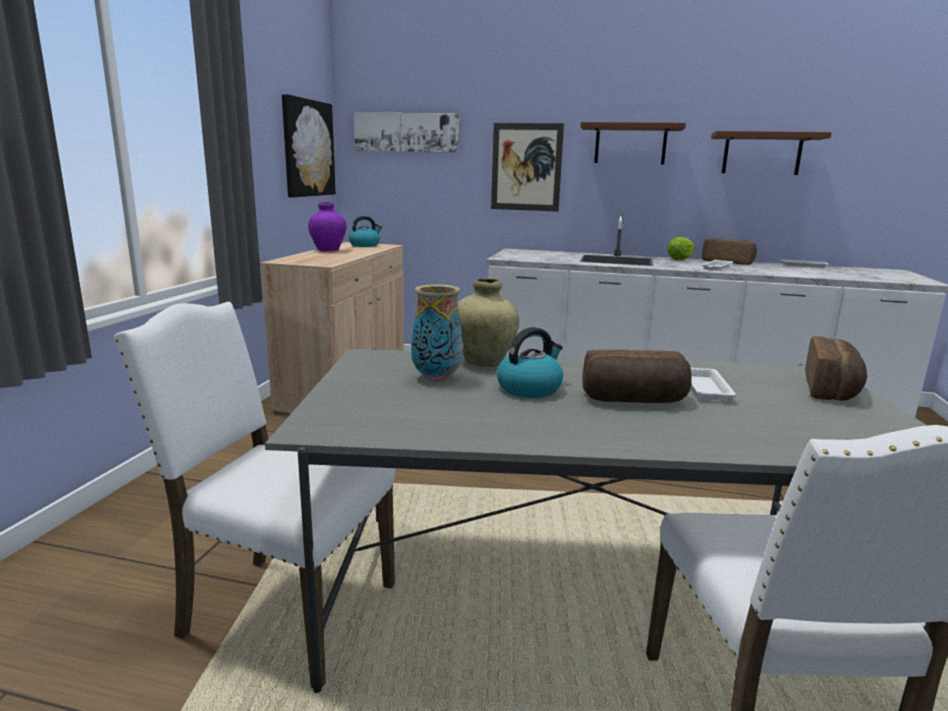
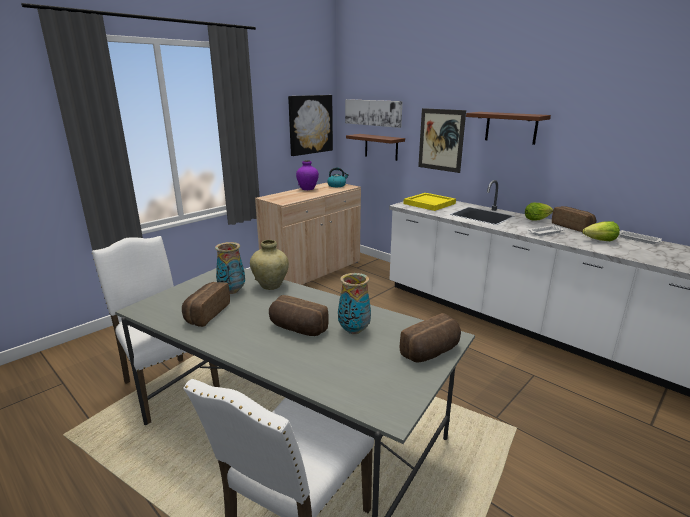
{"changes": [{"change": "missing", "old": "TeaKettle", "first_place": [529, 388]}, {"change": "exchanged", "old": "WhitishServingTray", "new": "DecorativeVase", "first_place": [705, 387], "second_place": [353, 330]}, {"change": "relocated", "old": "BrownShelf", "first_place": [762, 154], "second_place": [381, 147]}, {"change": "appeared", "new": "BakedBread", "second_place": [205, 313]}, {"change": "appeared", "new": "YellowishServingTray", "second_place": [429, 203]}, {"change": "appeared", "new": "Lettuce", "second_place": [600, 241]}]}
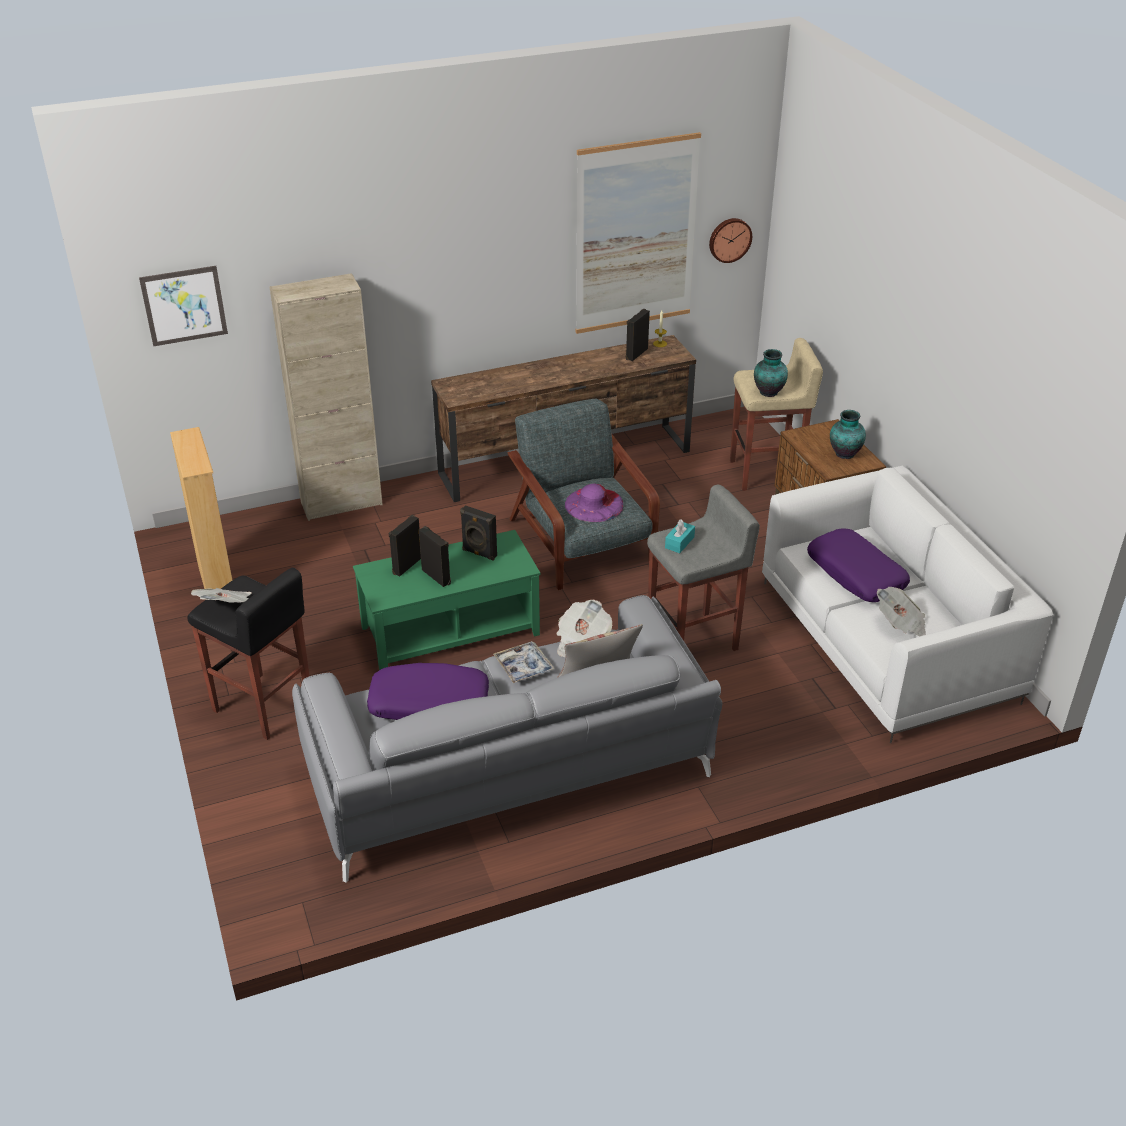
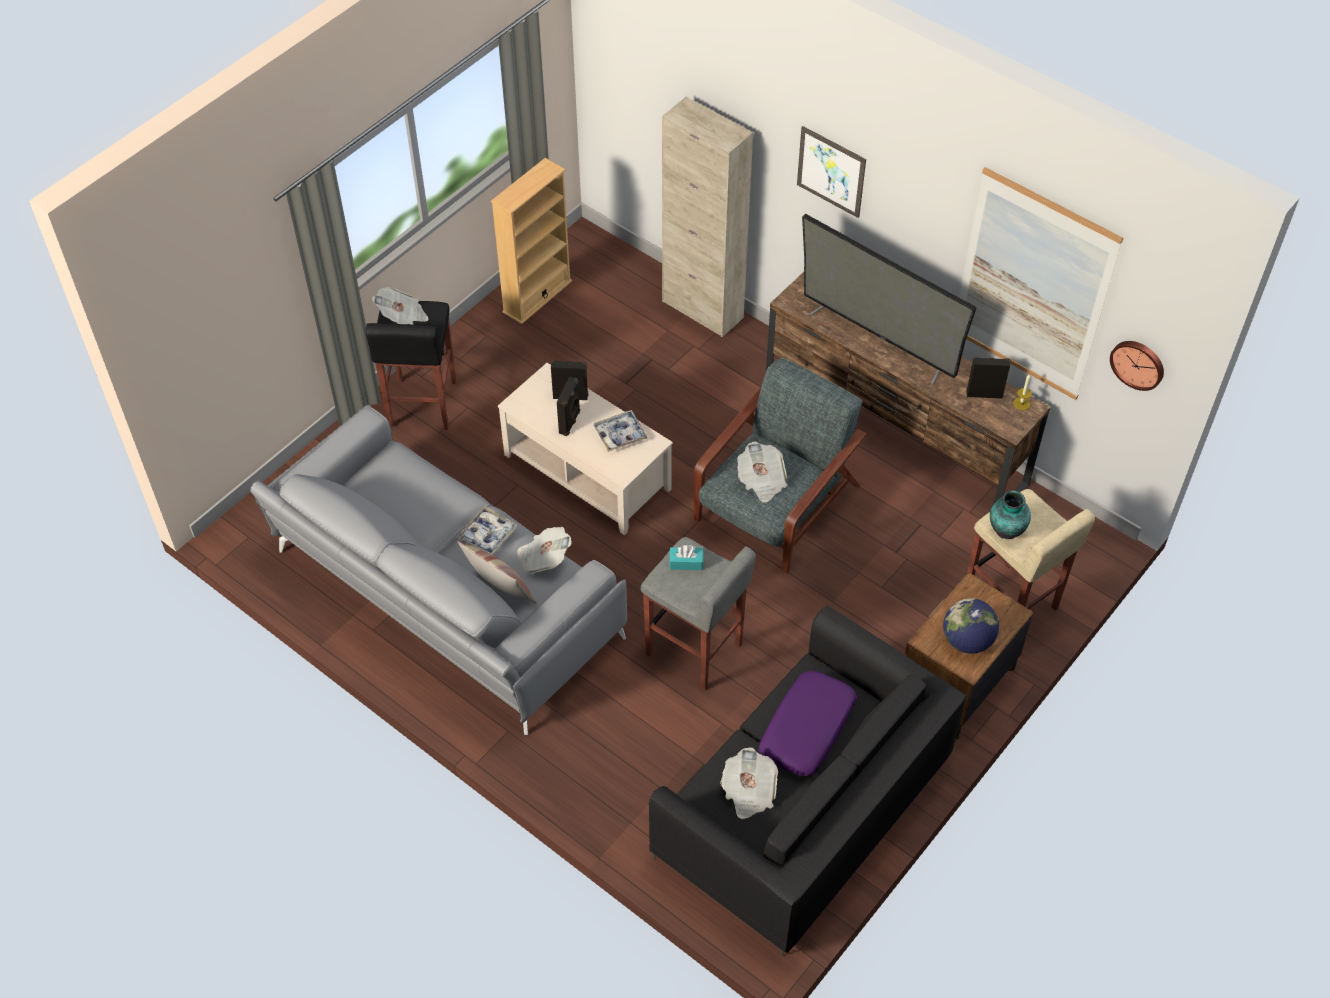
{"changes": [{"change": "relocated", "old": "WallArt", "first_place": [184, 305], "second_place": [831, 171]}, {"change": "colour", "old": "GreenCoffeeTable", "new": "SandColouredCoffeeTable", "first_place": [450, 631], "second_place": [586, 472]}, {"change": "missing", "old": "PurpleThrowPillow", "first_place": [429, 704]}, {"change": "exchanged", "old": "BlackColouredAudioSpeaker", "new": "ServingTray", "first_place": [479, 553], "second_place": [620, 434]}, {"change": "exchanged", "old": "PurpleHat", "new": "Newspaper", "first_place": [594, 504], "second_place": [761, 481]}, {"change": "colour", "old": "WhitishSofa", "new": "BlackColouredSofa", "first_place": [888, 641], "second_place": [803, 808]}, {"change": "exchanged", "old": "DecorativeVase", "new": "WorldGlobe", "first_place": [844, 454], "second_place": [967, 641]}, {"change": "appeared", "new": "Tv", "second_place": [878, 339]}]}
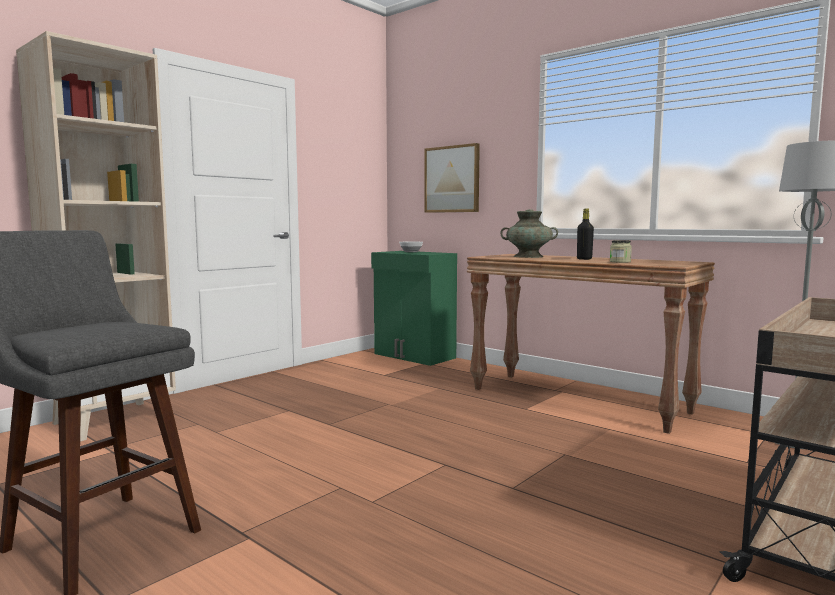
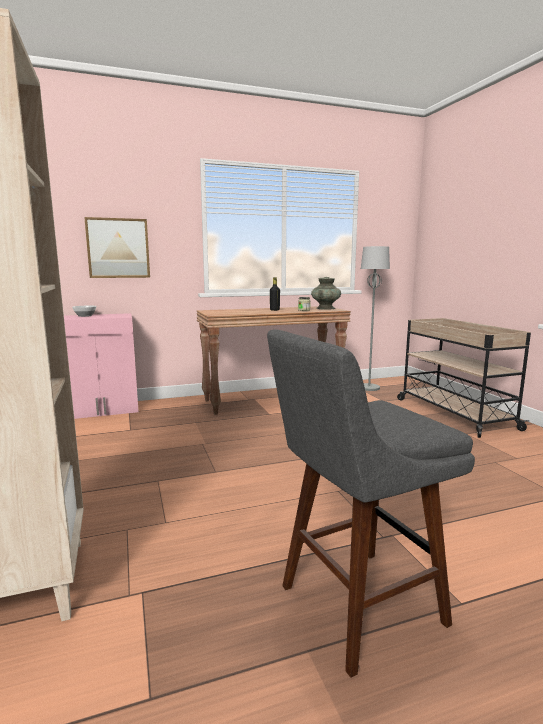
{"changes": [{"change": "colour", "old": "GreenStorageCabinet", "new": "PinkishStorageCabinet", "first_place": [414, 356], "second_place": [103, 410]}, {"change": "relocated", "old": "BlueGreenDecorativeVase", "first_place": [528, 256], "second_place": [325, 308]}]}
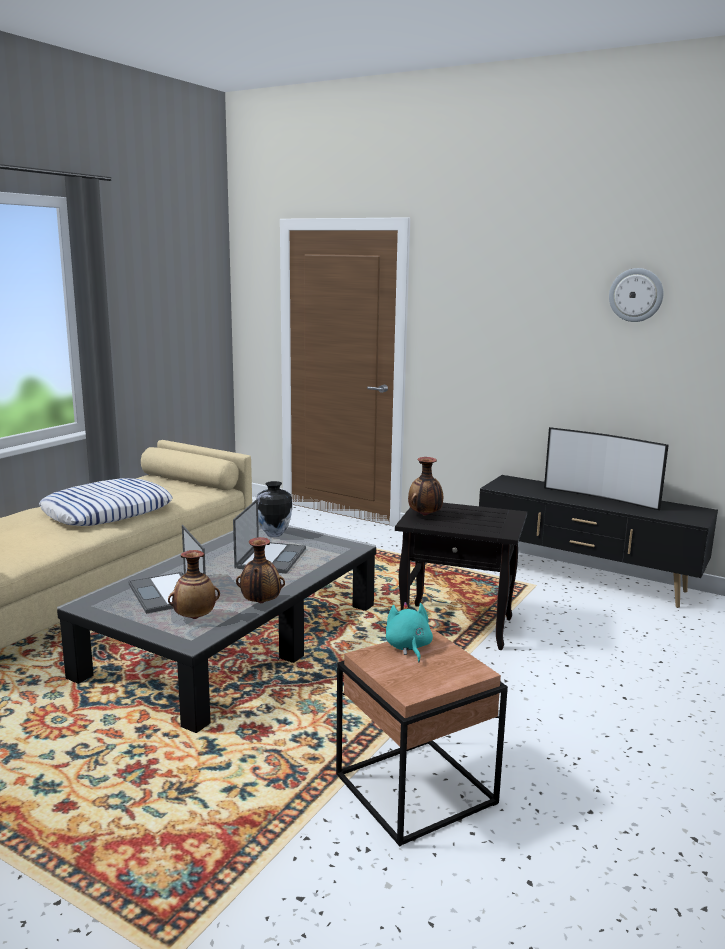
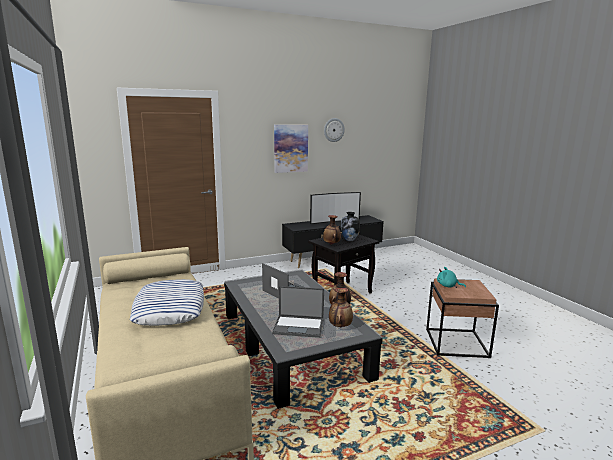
{"changes": [{"change": "relocated", "old": "DecorativeVase", "first_place": [274, 534], "second_place": [349, 240]}, {"change": "appeared", "new": "WallArt", "second_place": [290, 148]}]}
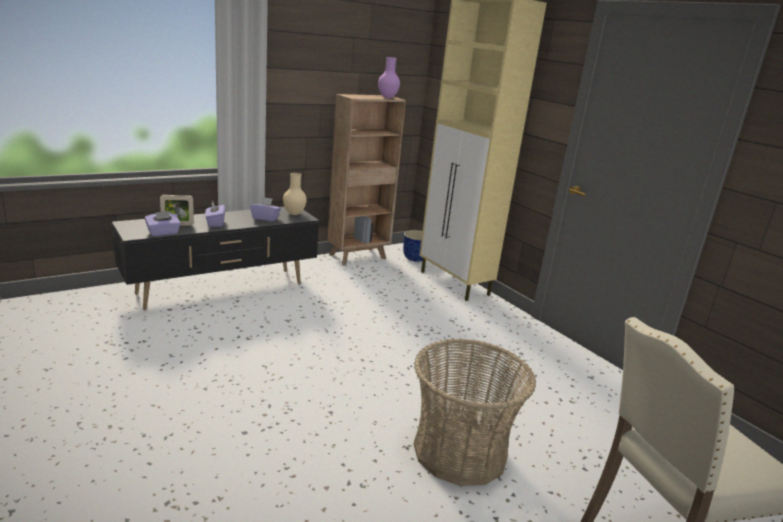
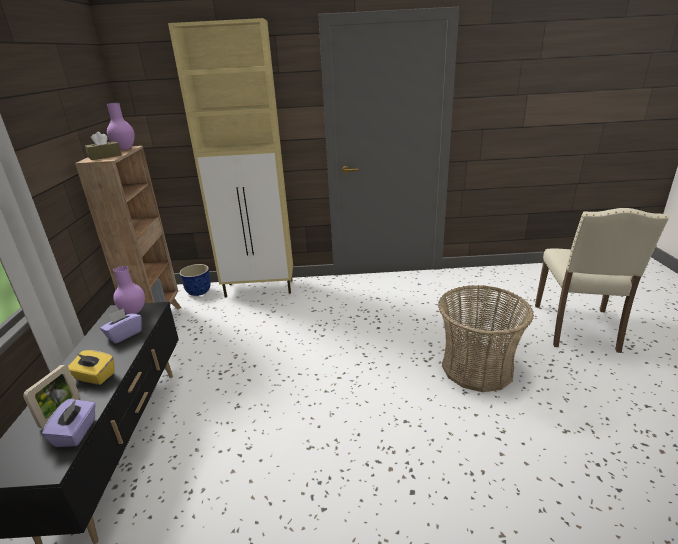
{"changes": [{"change": "colour", "old": "PurpleTissueHolder", "new": "YellowishTissueHolder", "first_place": [215, 223], "second_place": [95, 377]}, {"change": "colour", "old": "SandColouredDecorativeVase", "new": "PurpleDecorativeVase", "first_place": [294, 214], "second_place": [134, 312]}, {"change": "appeared", "new": "BrownTissueHolder", "second_place": [105, 156]}]}
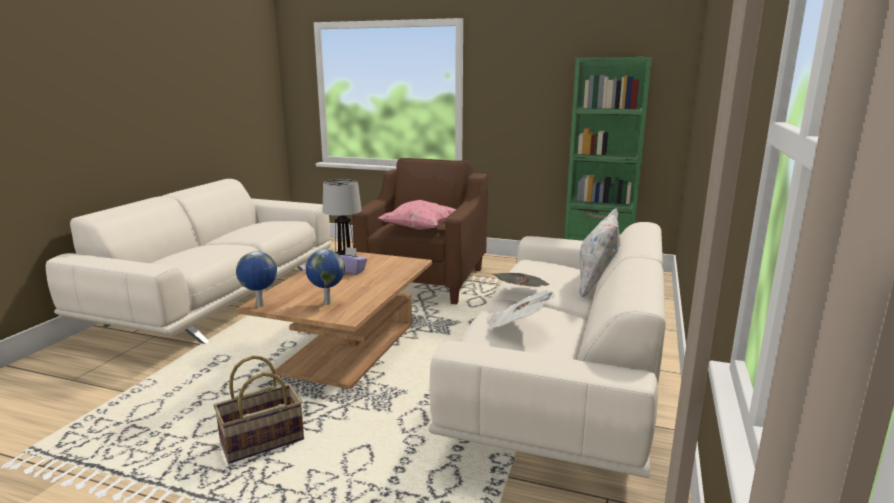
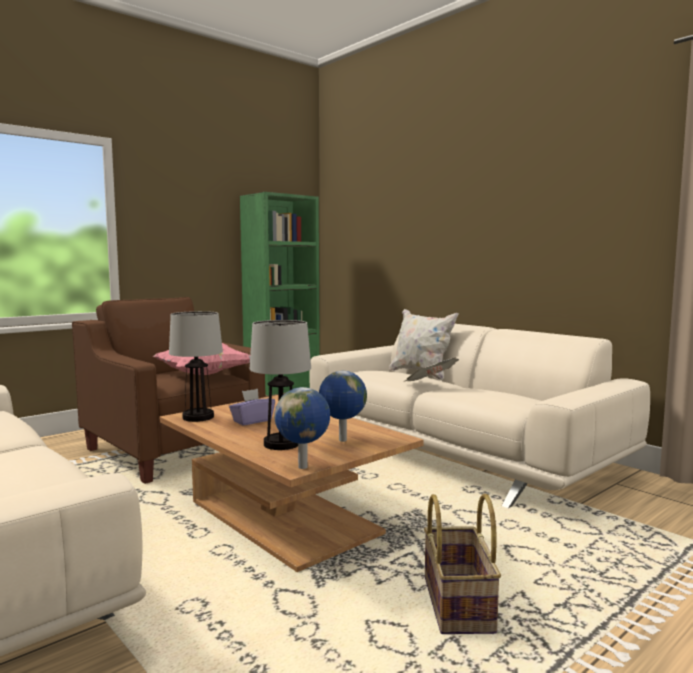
{"changes": [{"change": "missing", "old": "Newspaper", "first_place": [516, 326]}, {"change": "appeared", "new": "TabletopLamp", "second_place": [282, 444]}]}
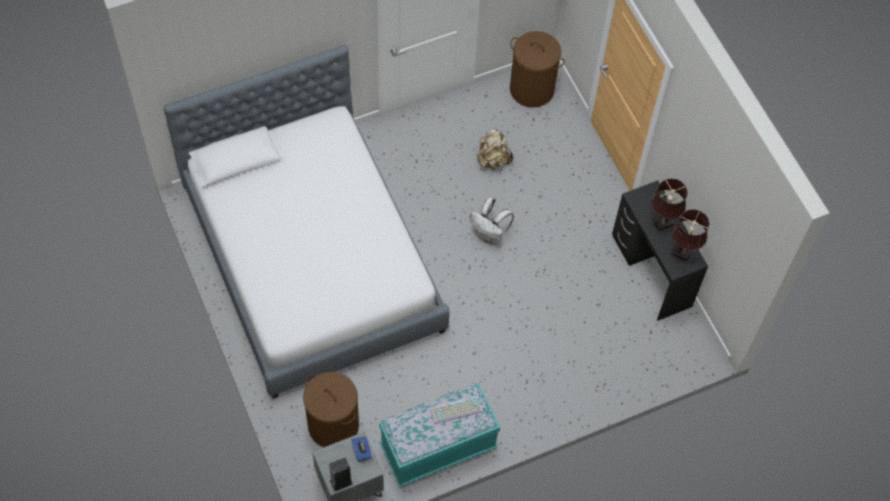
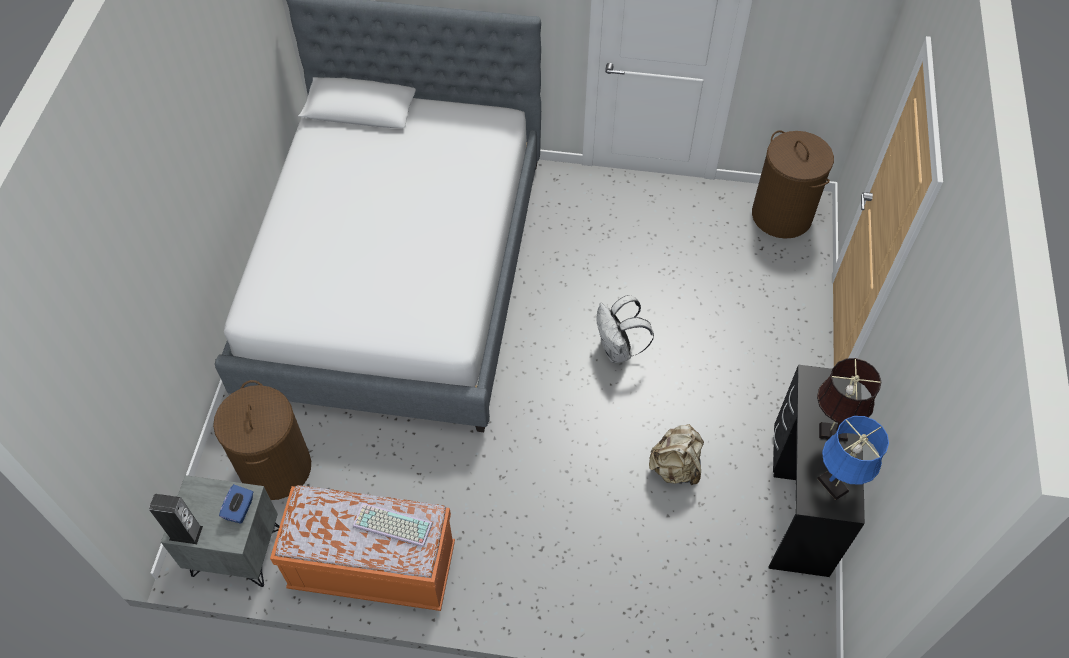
{"changes": [{"change": "colour", "old": "BlueGreenBench", "new": "OrangeColouredBench", "first_place": [438, 448], "second_place": [373, 568]}, {"change": "relocated", "old": "SandColouredRucksack", "first_place": [493, 159], "second_place": [675, 467]}, {"change": "colour", "old": "BrownTabletopLamp", "new": "BlueTabletopLamp", "first_place": [682, 255], "second_place": [834, 487]}]}
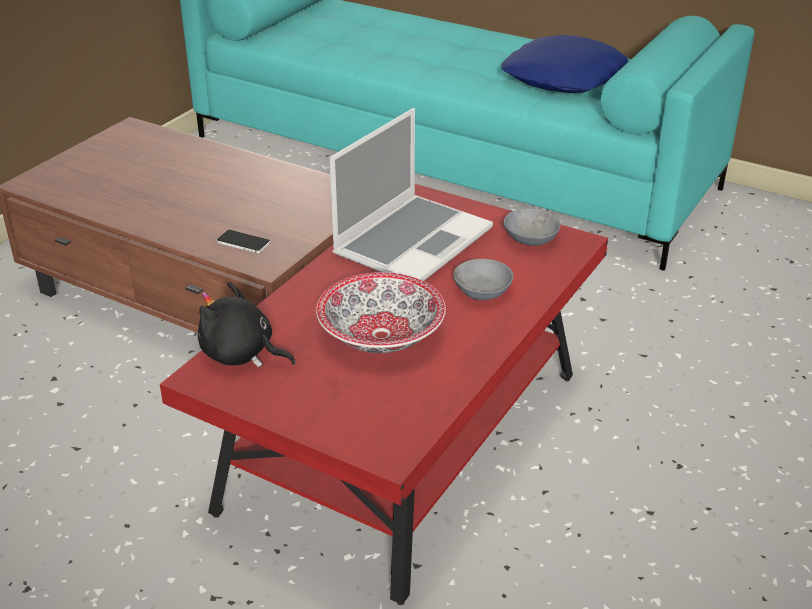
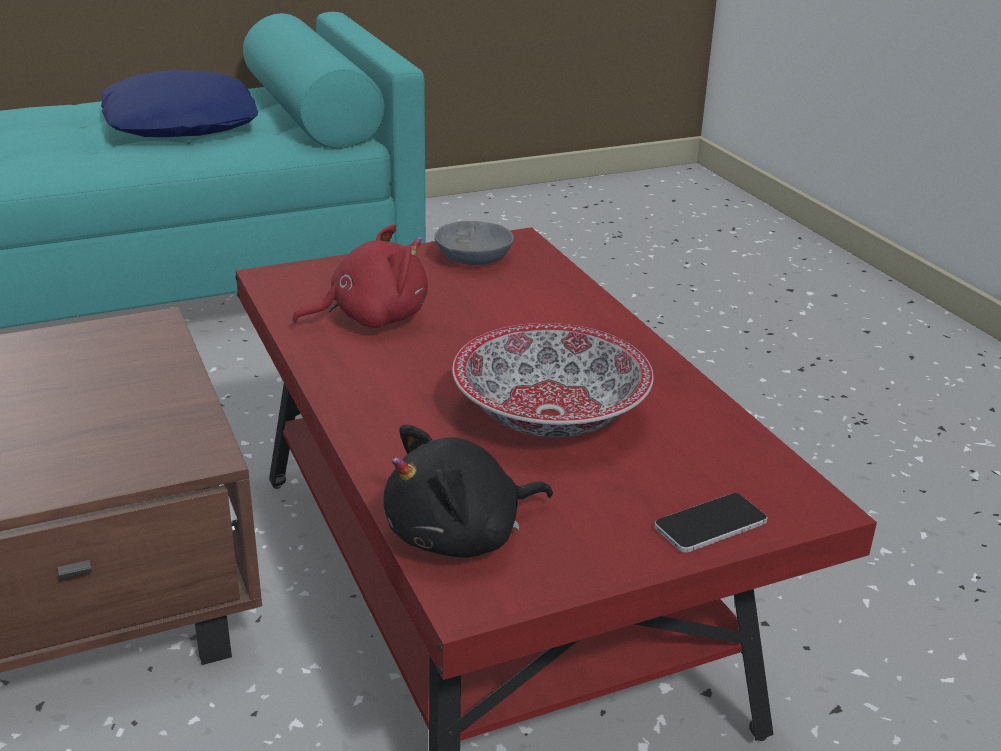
{"changes": [{"change": "relocated", "old": "Telephone", "first_place": [243, 242], "second_place": [710, 524]}, {"change": "exchanged", "old": "Laptop", "new": "RedCuddlyToy", "first_place": [412, 241], "second_place": [371, 318]}, {"change": "missing", "old": "GrayServingBowl", "first_place": [484, 292]}]}
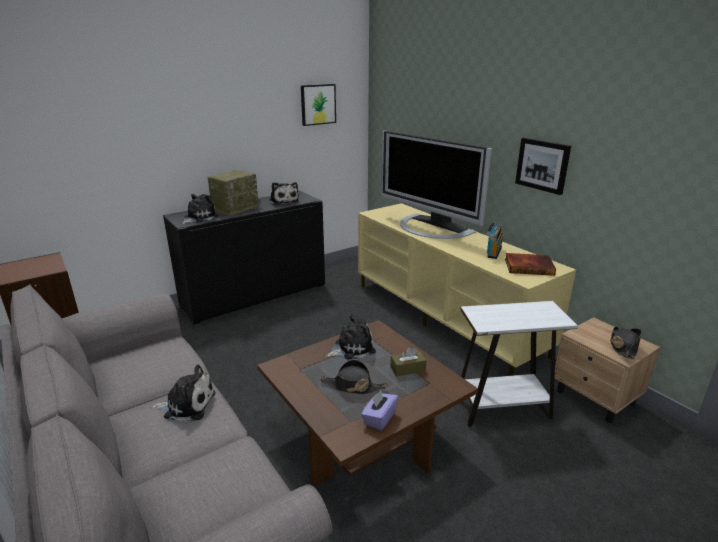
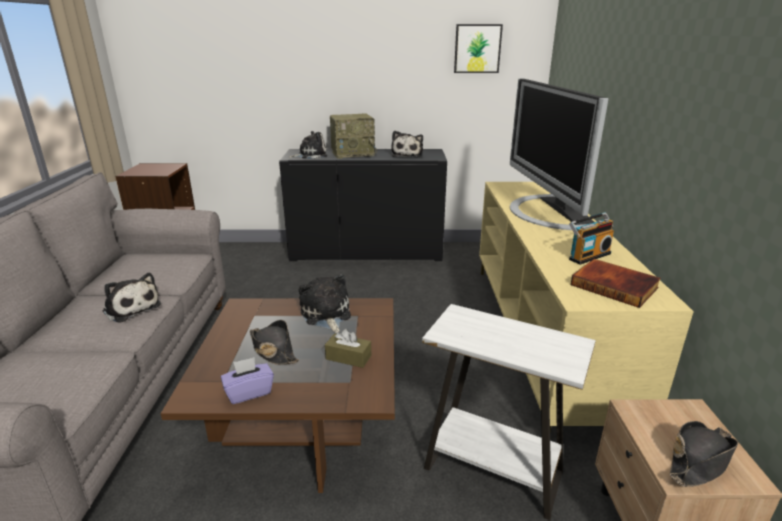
{"changes": [{"change": "spun", "old": "CuddlyToy", "first_place": [352, 348], "second_place": [326, 315], "degrees": -120}, {"change": "missing", "old": "WallArt", "first_place": [542, 165]}]}
